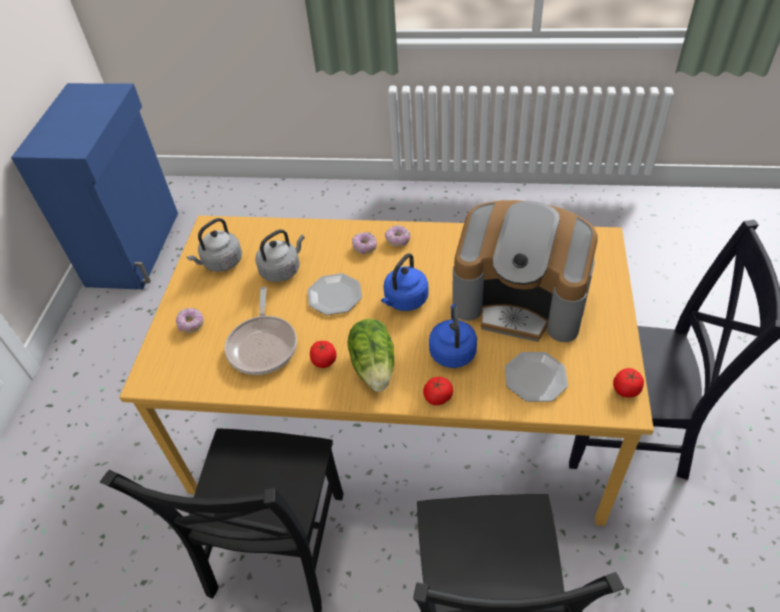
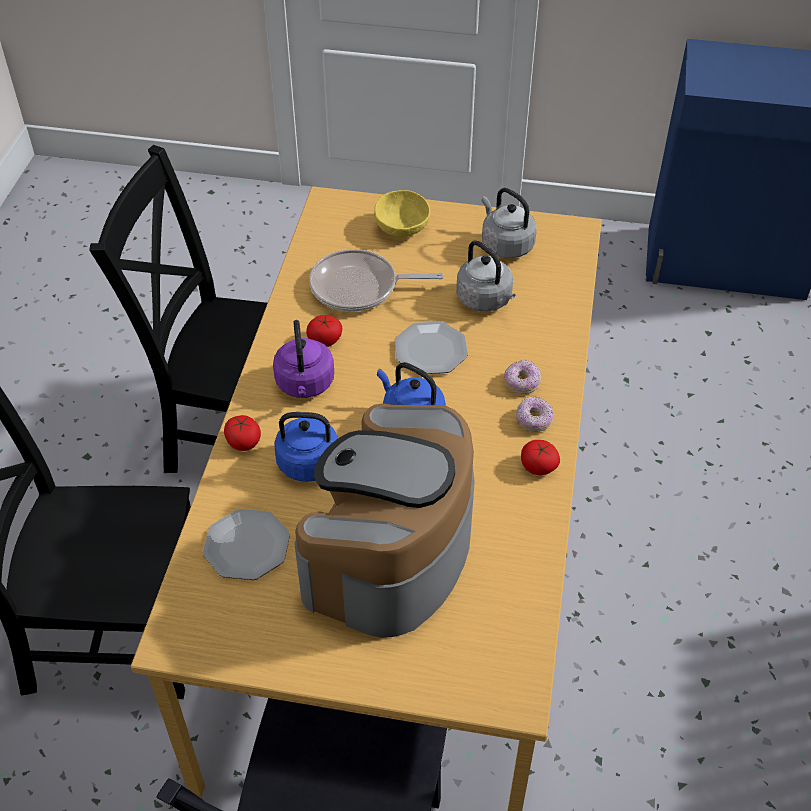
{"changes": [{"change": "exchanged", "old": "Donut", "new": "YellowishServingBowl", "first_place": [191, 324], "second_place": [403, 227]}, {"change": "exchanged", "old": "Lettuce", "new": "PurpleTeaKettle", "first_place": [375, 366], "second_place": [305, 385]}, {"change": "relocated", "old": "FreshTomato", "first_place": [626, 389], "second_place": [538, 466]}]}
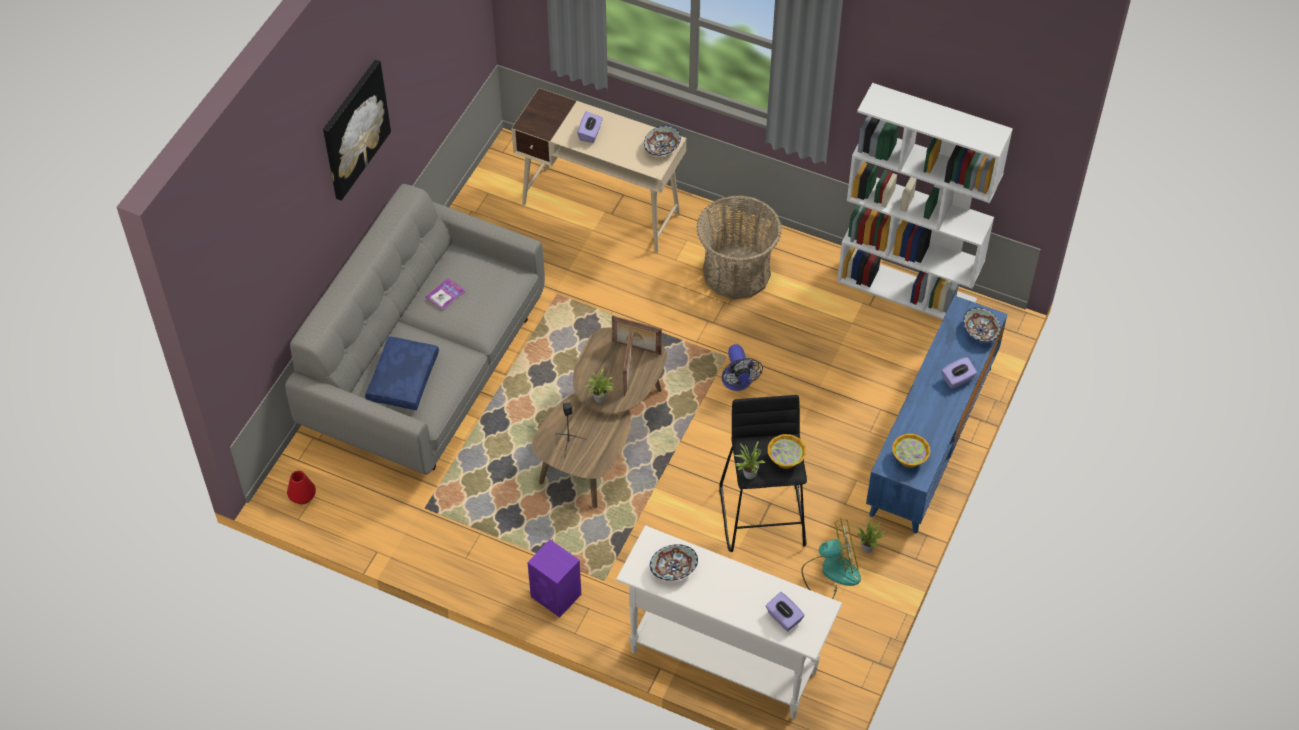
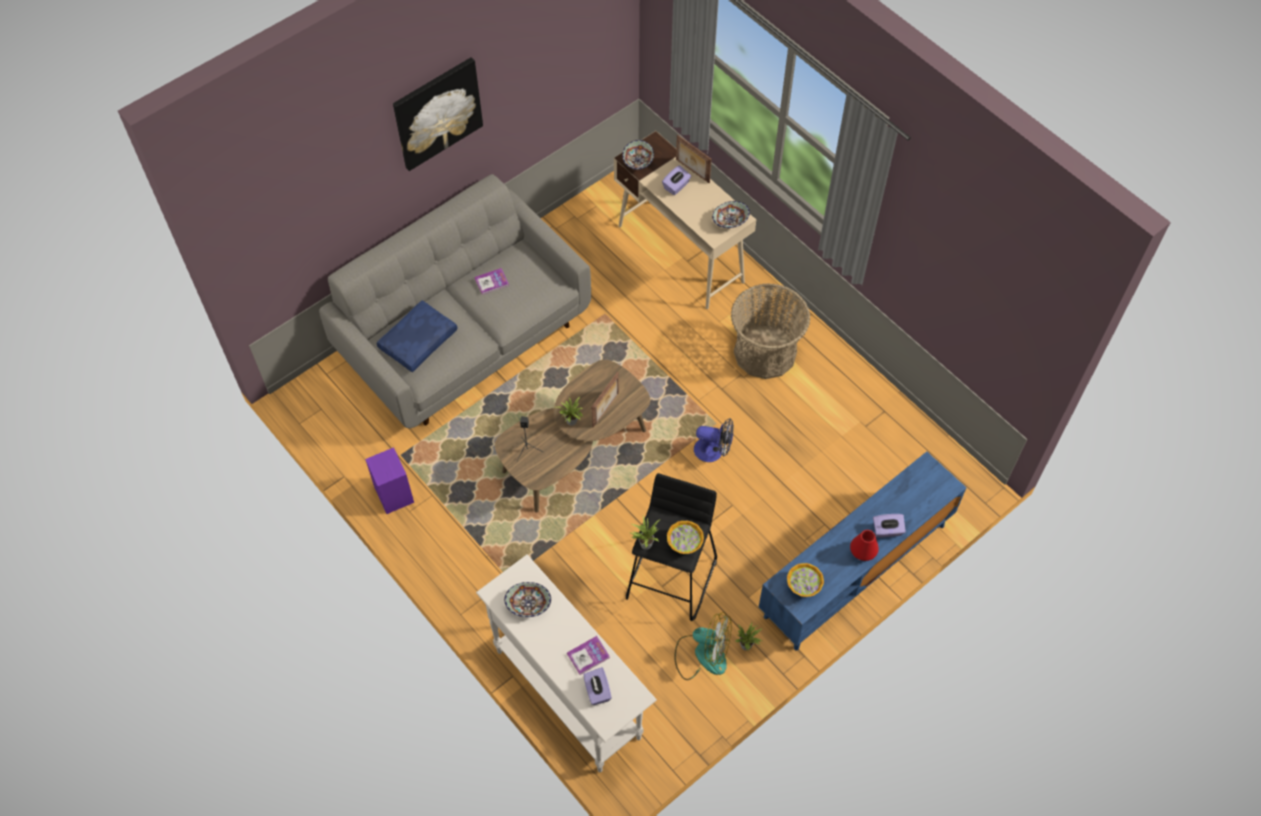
{"changes": [{"change": "relocated", "old": "RedDecorativeVase", "first_place": [302, 497], "second_place": [862, 552]}, {"change": "relocated", "old": "PurpleAudioSpeaker", "first_place": [557, 596], "second_place": [394, 496]}, {"change": "relocated", "old": "StandingFrame", "first_place": [636, 348], "second_place": [692, 171]}, {"change": "spun", "old": "CoolingFan", "first_place": [738, 383], "second_place": [714, 451], "degrees": -90}, {"change": "missing", "old": "WhitishBookshelf", "first_place": [907, 290]}, {"change": "relocated", "old": "ServingBowl", "first_place": [979, 332], "second_place": [637, 161]}, {"change": "appeared", "new": "BoundBook", "second_place": [588, 655]}]}
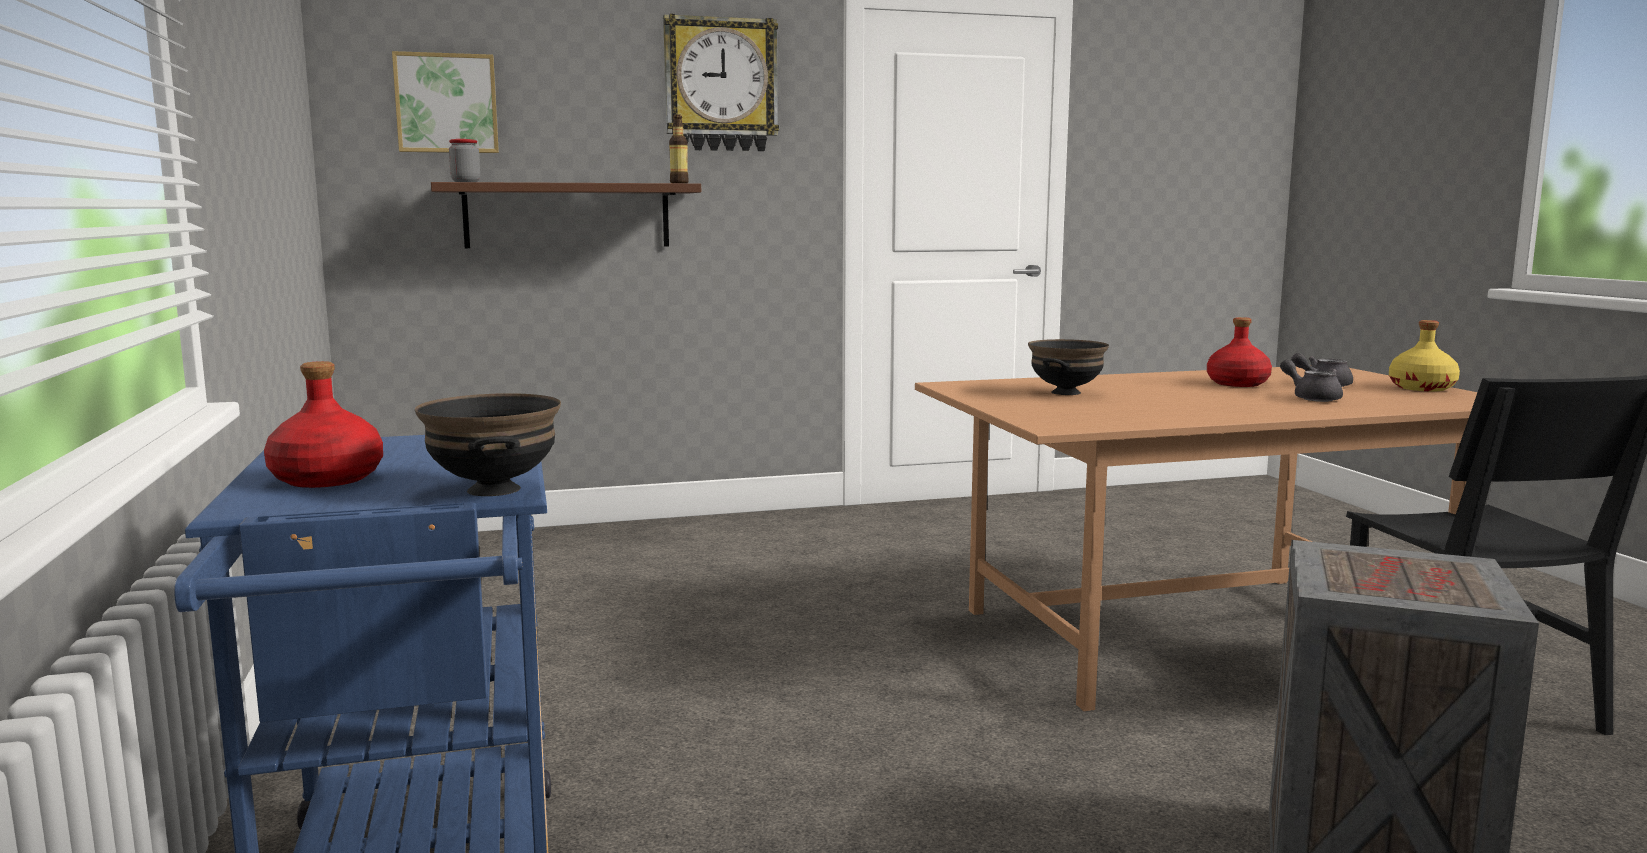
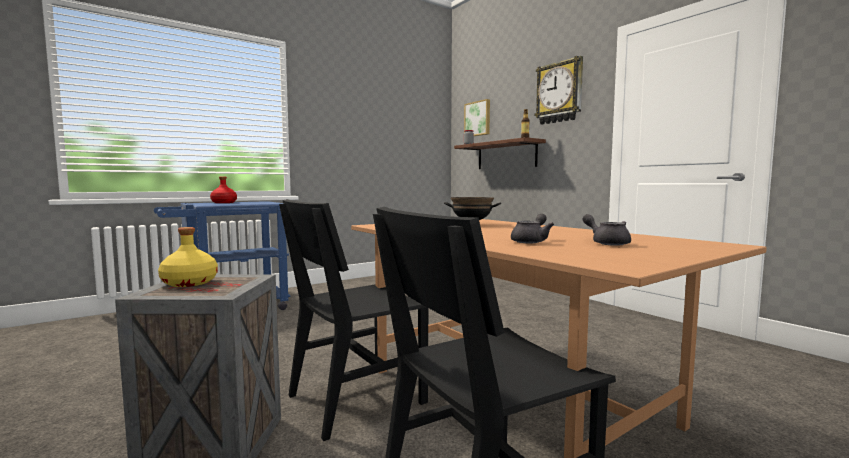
{"changes": [{"change": "missing", "old": "BlackColouredServingBowl", "first_place": [495, 490]}, {"change": "missing", "old": "RedBeverageBottle", "first_place": [1236, 383]}, {"change": "relocated", "old": "YellowishBeverageBottle", "first_place": [1422, 388], "second_place": [189, 283]}, {"change": "appeared", "new": "BlackColouredChair", "second_place": [356, 399]}]}
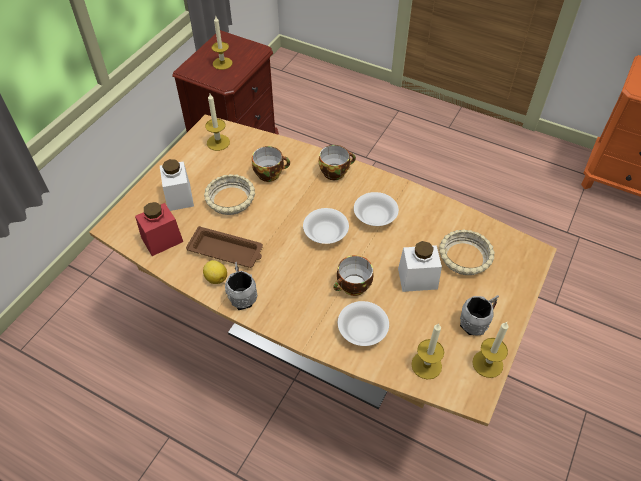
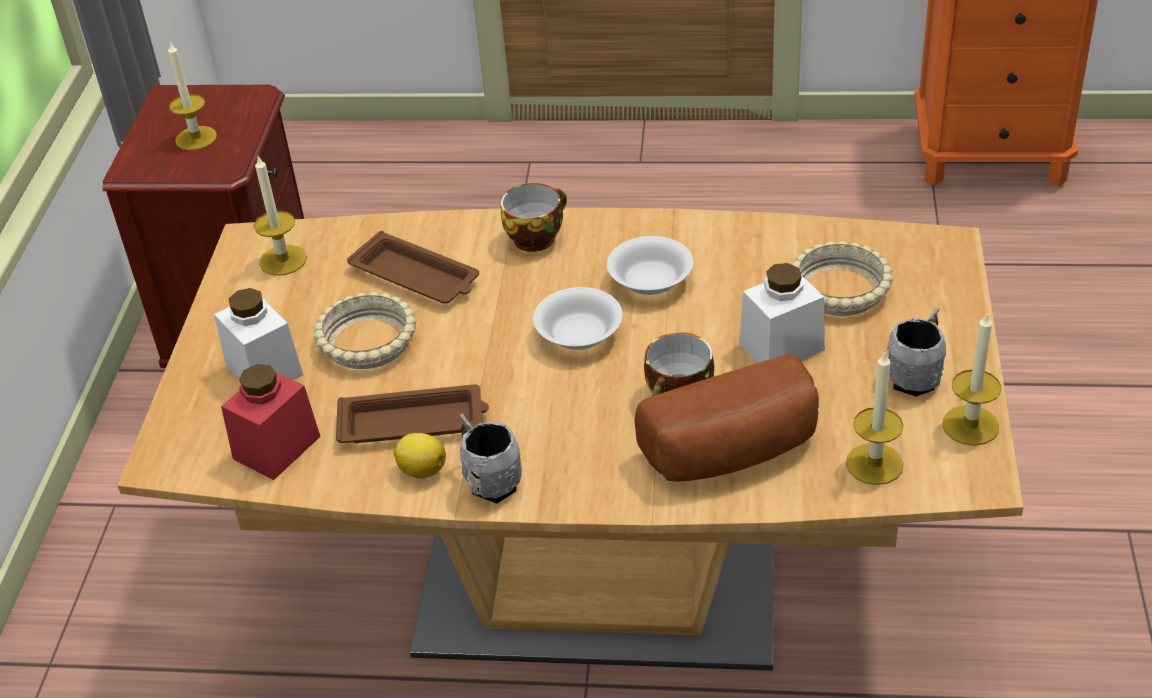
{"changes": [{"change": "exchanged", "old": "SmallCup", "new": "BrownServingTray", "first_place": [270, 173], "second_place": [416, 277]}, {"change": "exchanged", "old": "WhitishServingBowl", "new": "BakedBread", "first_place": [362, 329], "second_place": [734, 453]}]}
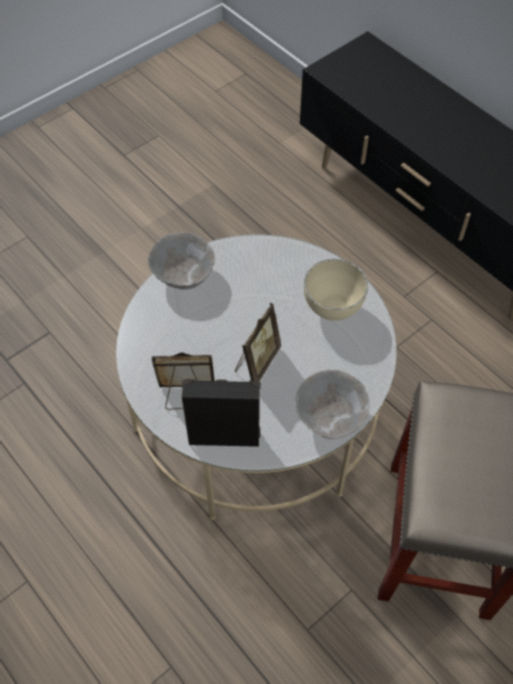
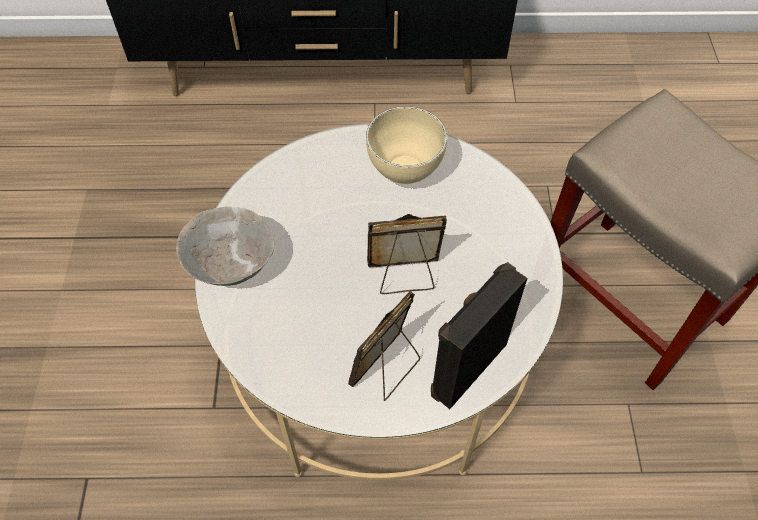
{"changes": [{"change": "spun", "old": "StandingFrame", "first_place": [256, 362], "second_place": [404, 276], "degrees": -75}, {"change": "missing", "old": "GrayServingBowl", "first_place": [330, 417]}]}
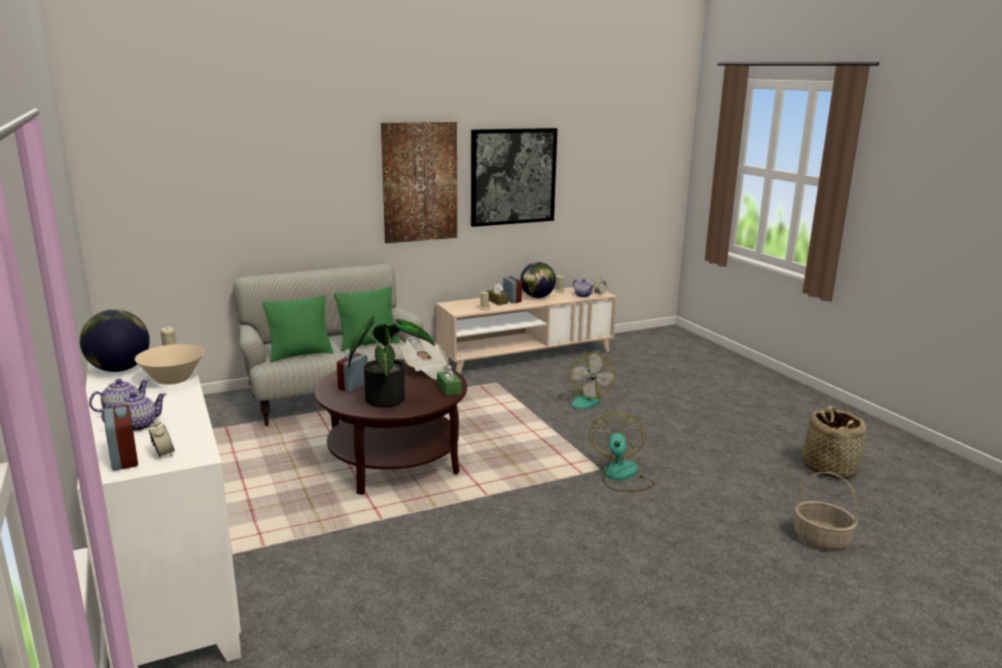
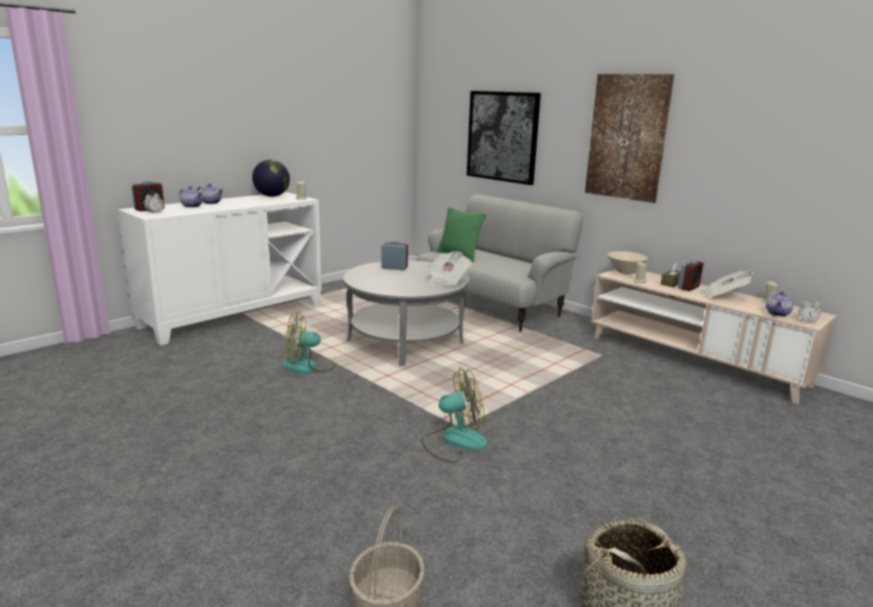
{"changes": [{"change": "relocated", "old": "SandColouredServingBowl", "first_place": [173, 379], "second_place": [625, 272]}, {"change": "colour", "old": "BrownCoffeeTable", "new": "GrayCoffeeTable", "first_place": [394, 461], "second_place": [405, 342]}, {"change": "missing", "old": "GreenThrowPillow", "first_place": [368, 344]}, {"change": "missing", "old": "PottedPlant", "first_place": [388, 398]}, {"change": "missing", "old": "GreenTissueHolder", "first_place": [449, 389]}, {"change": "relocated", "old": "WallArt", "first_place": [513, 176], "second_place": [502, 136]}, {"change": "exchanged", "old": "WorldGlobe", "new": "Newspaper", "first_place": [537, 297], "second_place": [722, 296]}, {"change": "relocated", "old": "CoolingFan", "first_place": [584, 400], "second_place": [308, 366]}]}
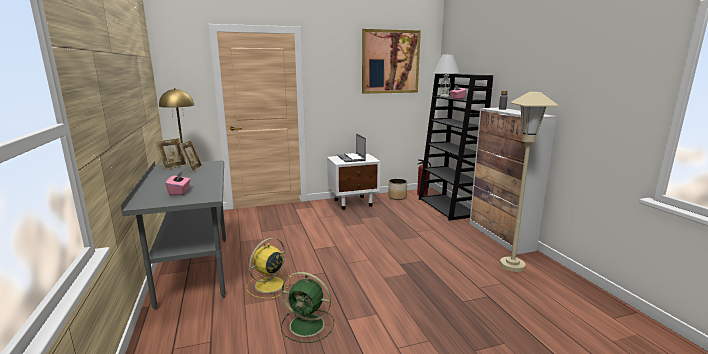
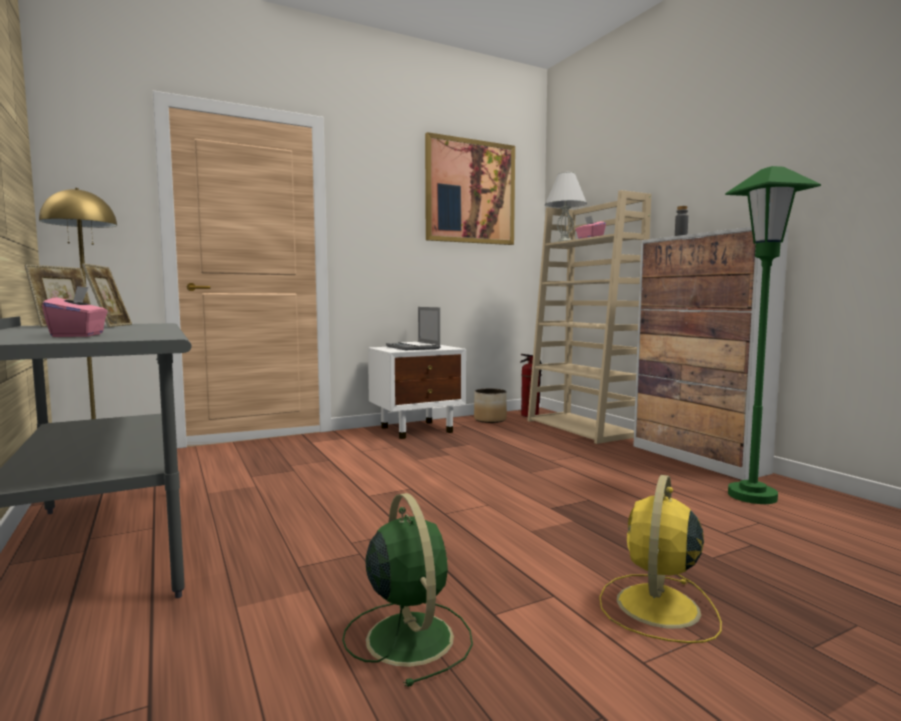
{"changes": [{"change": "relocated", "old": "YellowishCoolingFan", "first_place": [268, 285], "second_place": [657, 608]}, {"change": "spun", "old": "GreenCoolingFan", "first_place": [308, 325], "second_place": [408, 636], "degrees": -120}, {"change": "colour", "old": "BlackColouredBookshelf", "new": "SandColouredBookshelf", "first_place": [448, 207], "second_place": [582, 428]}, {"change": "colour", "old": "SandColouredFloorLamp", "new": "GreenFloorLamp", "first_place": [512, 265], "second_place": [752, 496]}]}
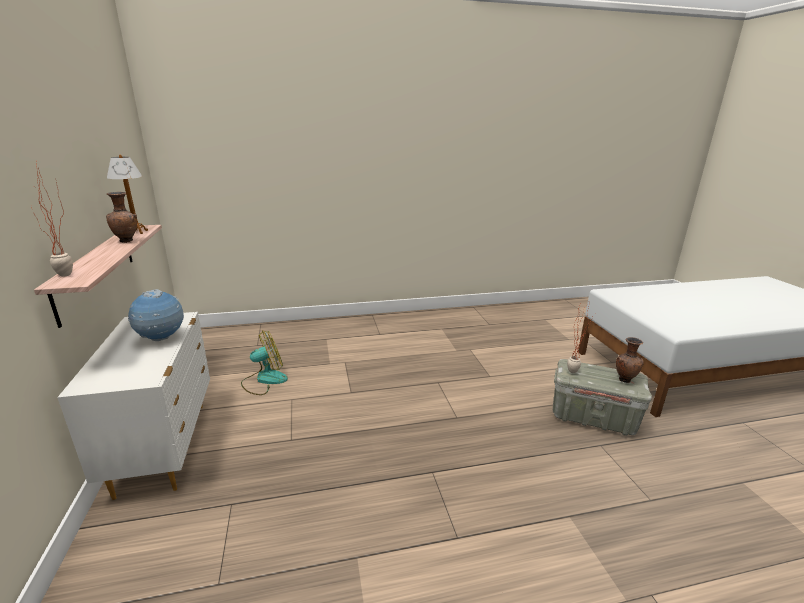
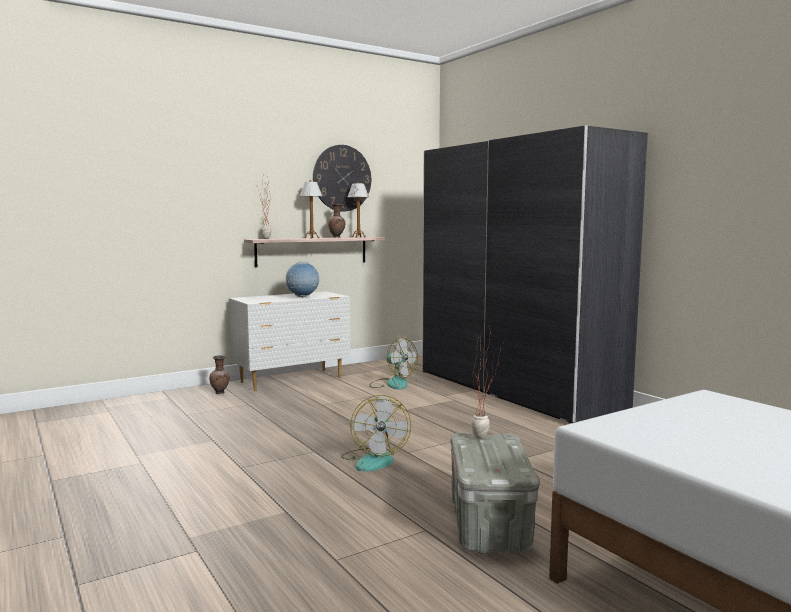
{"changes": [{"change": "relocated", "old": "BrownDecorativeVase", "first_place": [624, 379], "second_place": [220, 393]}, {"change": "appeared", "new": "TabletopLamp", "second_place": [311, 238]}, {"change": "appeared", "new": "HangingClock", "second_place": [342, 178]}, {"change": "appeared", "new": "CoolingFan", "second_place": [374, 459]}, {"change": "appeared", "new": "GrayArmoire", "second_place": [515, 390]}]}
